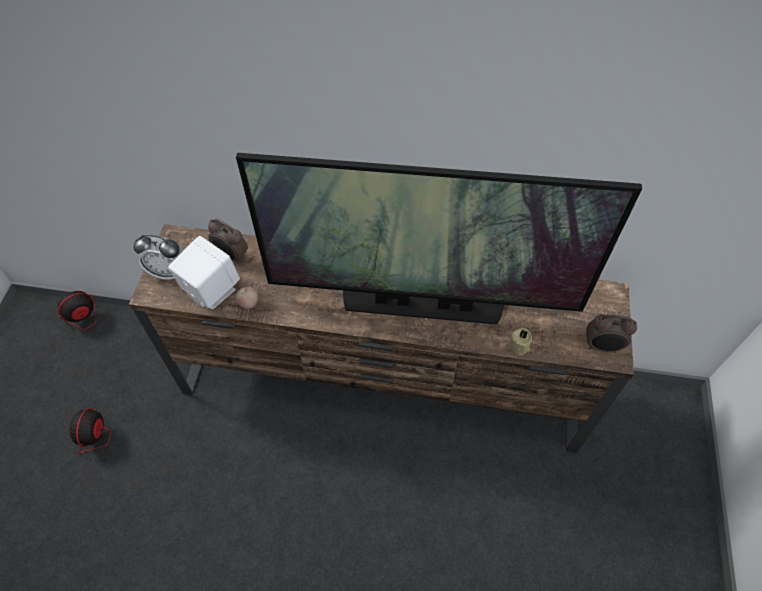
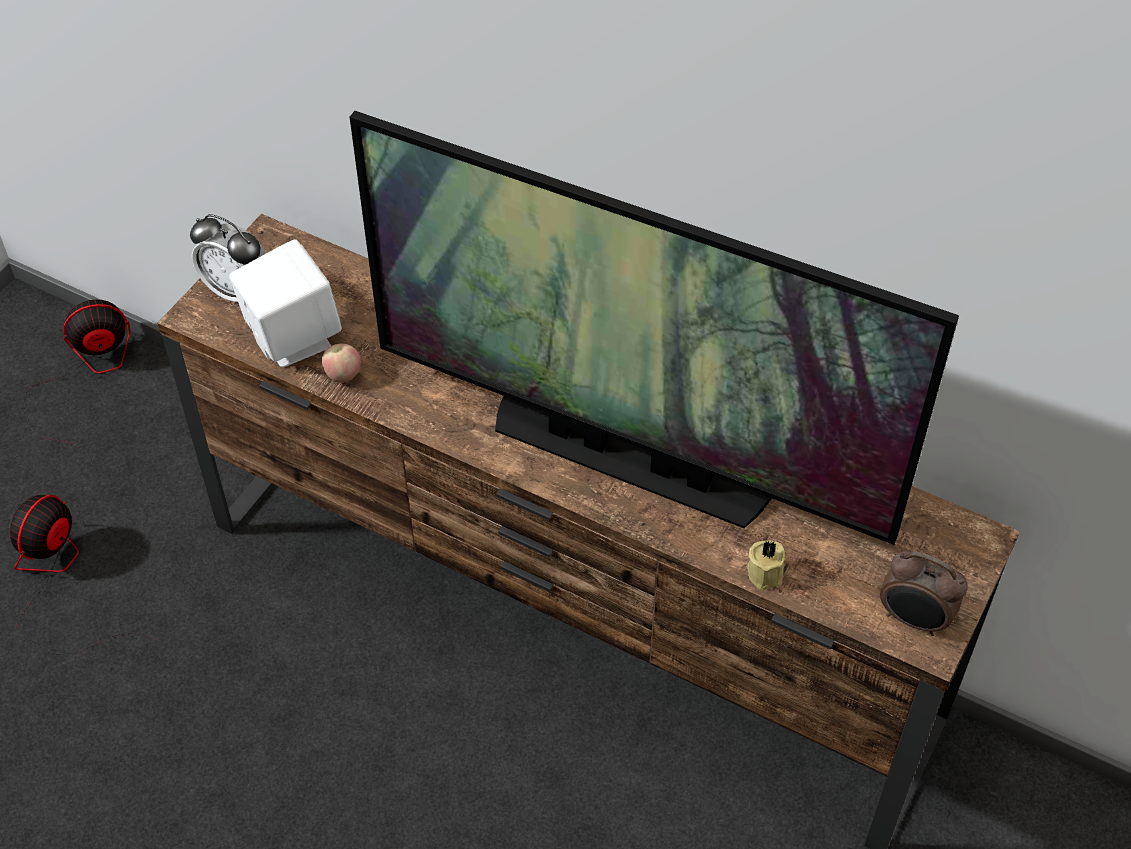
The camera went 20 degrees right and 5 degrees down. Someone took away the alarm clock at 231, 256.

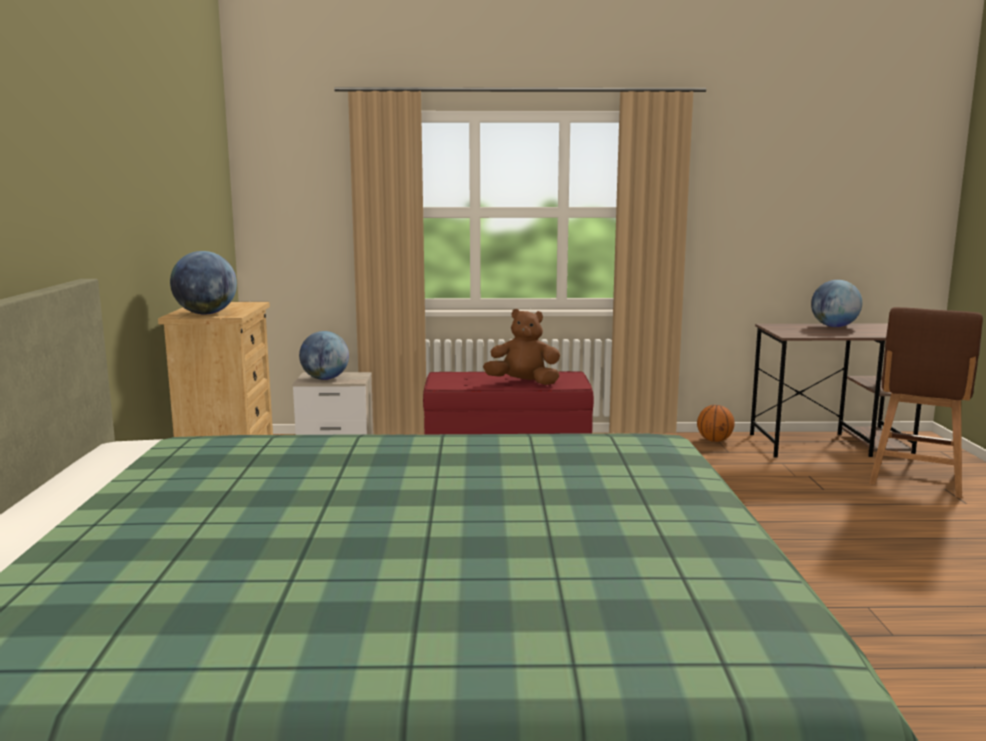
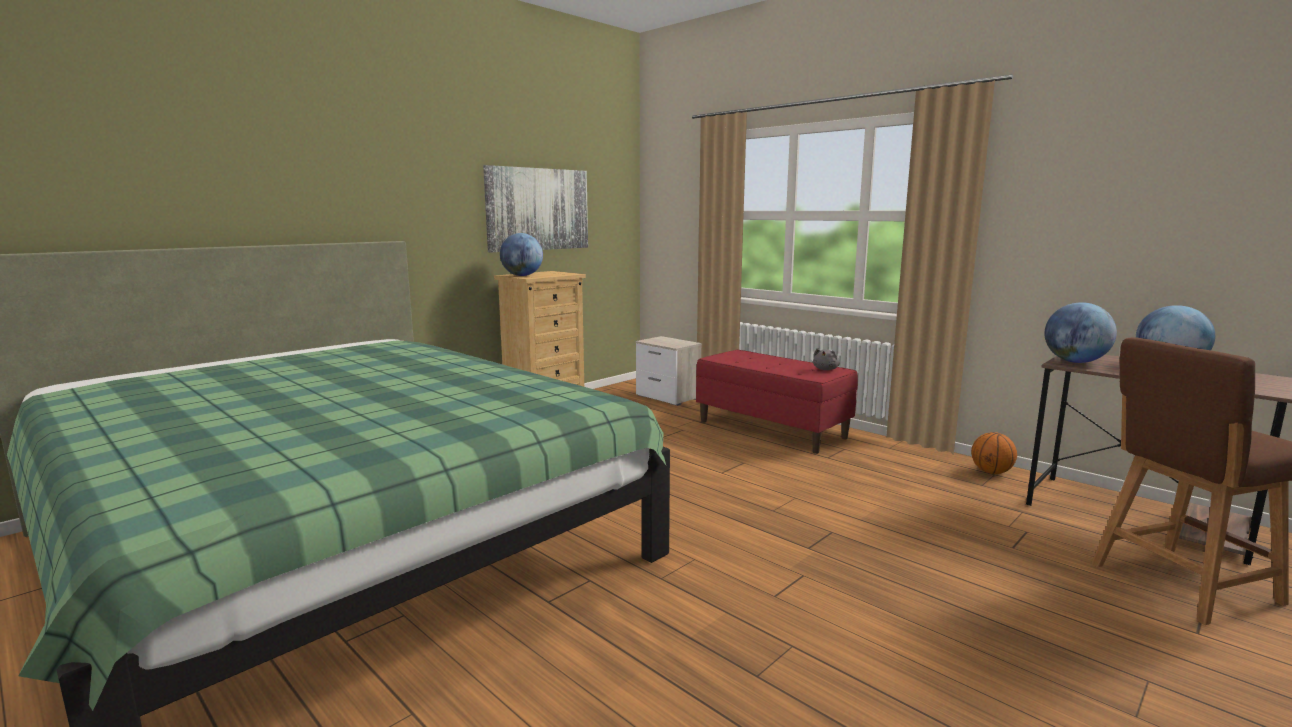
The camera went 45 degrees right and 0 degrees up. Someone took away the plush toy in brown at 523, 383. Someone put up the picture at 538, 209. Someone put down the plush toy in grey at 826, 369. Someone carried the globe from 325, 379 to 1075, 362.

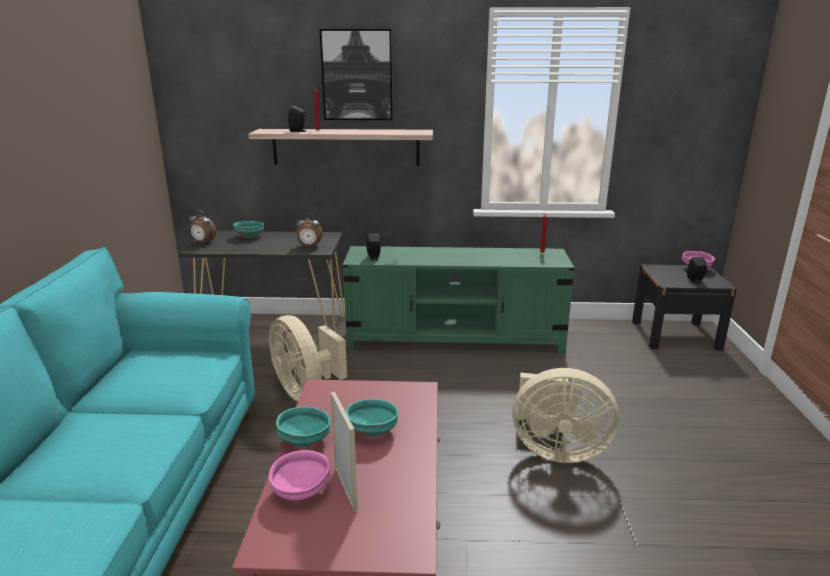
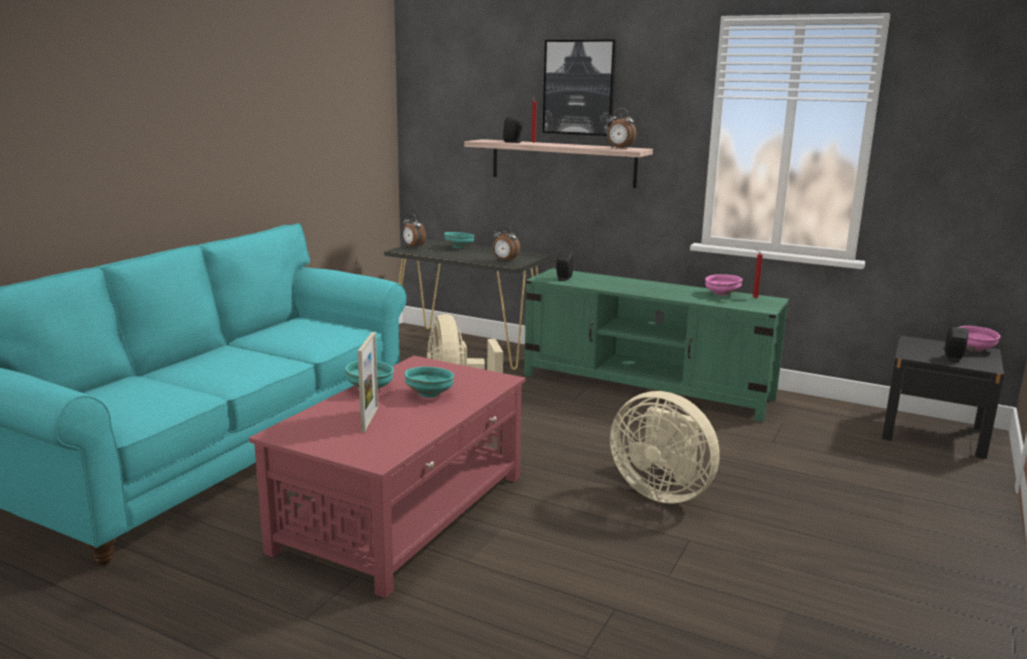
The camera went 25 degrees right and 5 degrees down. Someone put down the alarm clock at 619, 148. Someone carried the bowl in pink from 300, 491 to 721, 294.

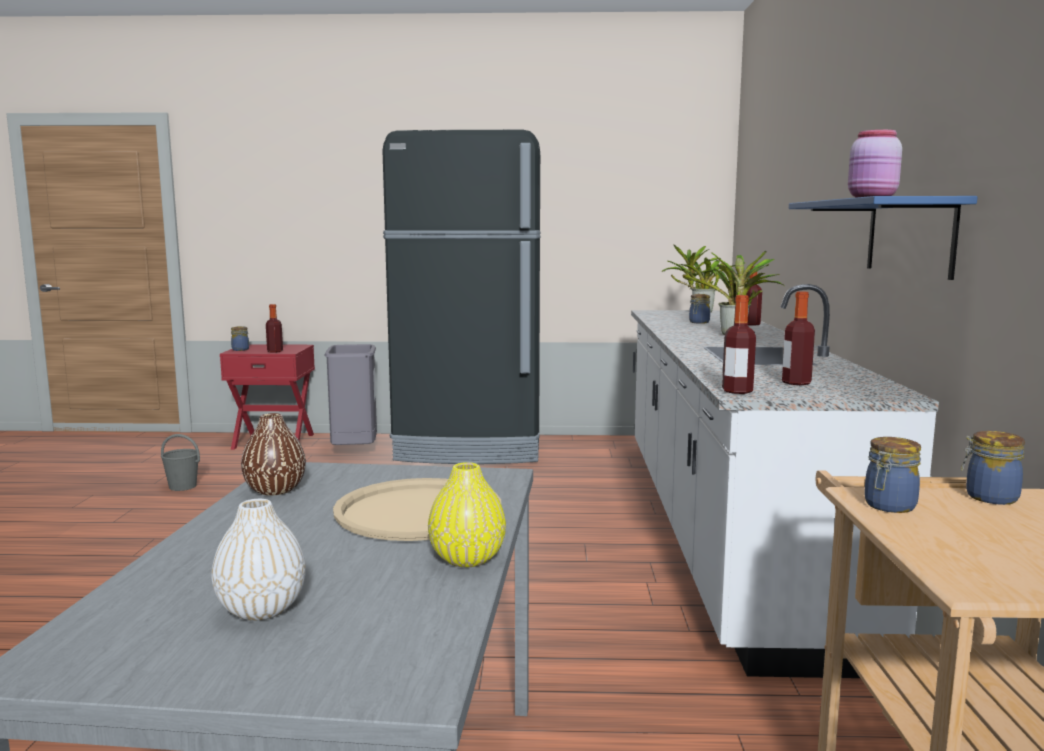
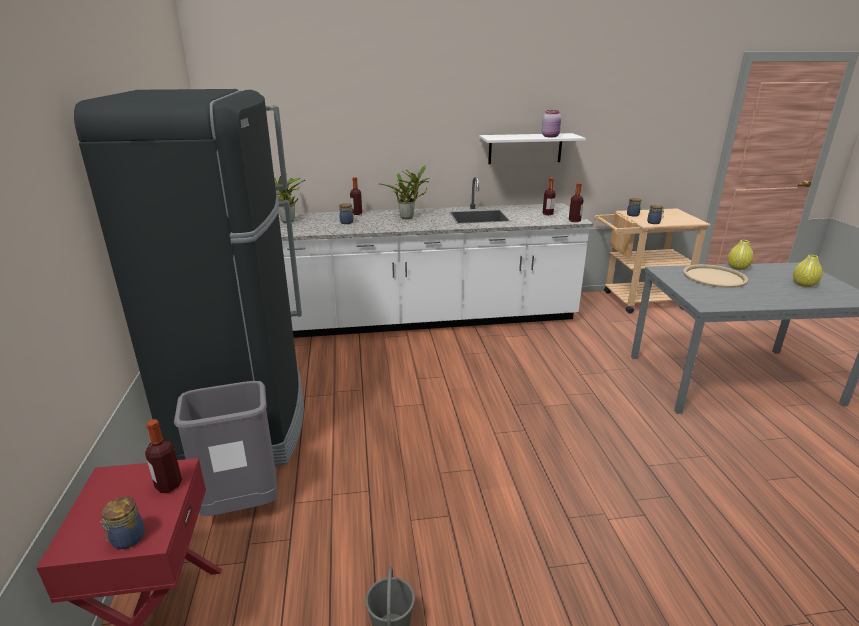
The camera went 100 degrees left and 15 degrees up. Someone took away the vase in brown at 275, 490. Someone repainted the vase in white at 261, 609, which became the vase in yellow at 804, 284. Someone repainted the shelf in blue at 909, 237, which became the shelf in white at 525, 148.

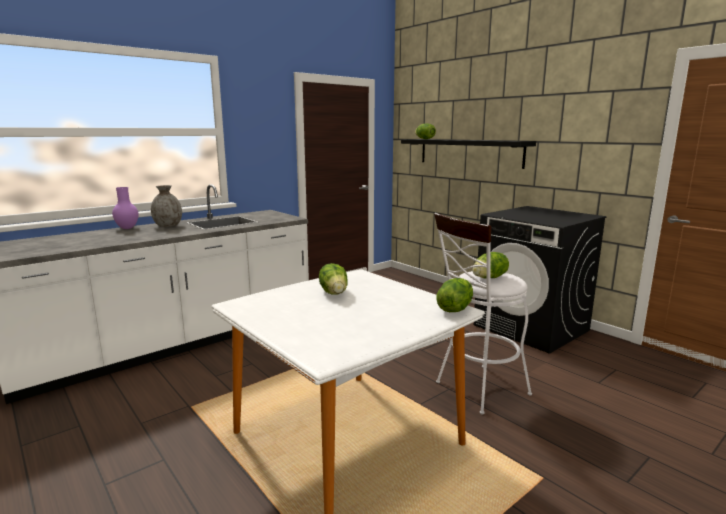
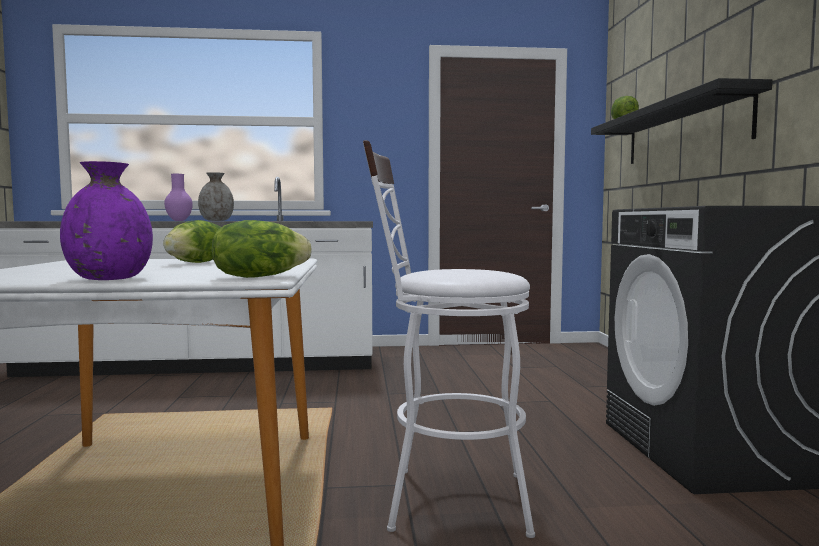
The camera went 35 degrees right and 10 degrees down. Someone took away the lettuce at 490, 278. Someone put down the vase in purple at 108, 279.

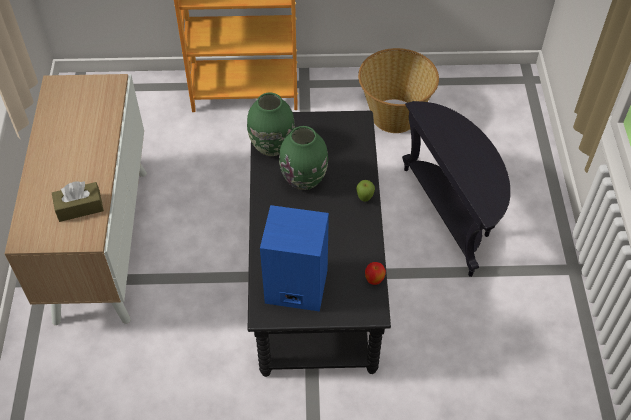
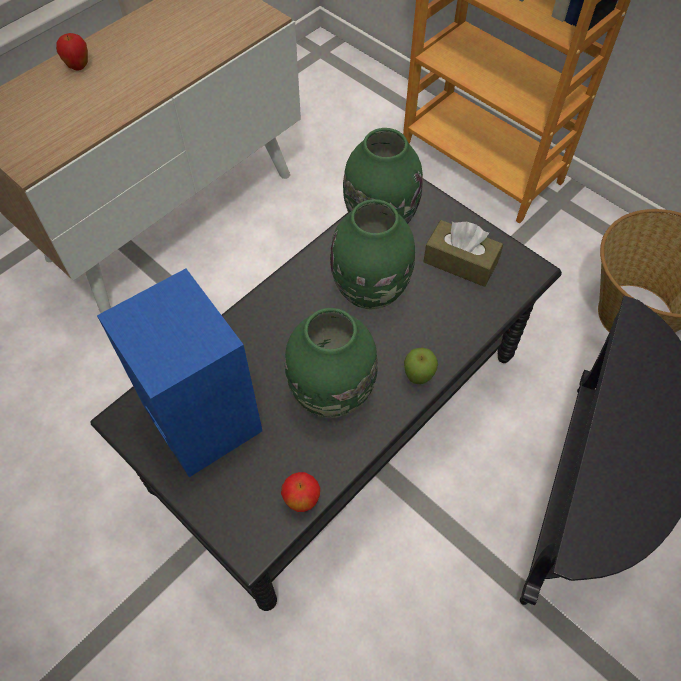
The camera went 45 degrees right and 5 degrees up. Someone put down the apple at 78, 67. Someone put down the vase in green at 331, 395. Someone carried the tissue box in brown from 79, 207 to 460, 262.

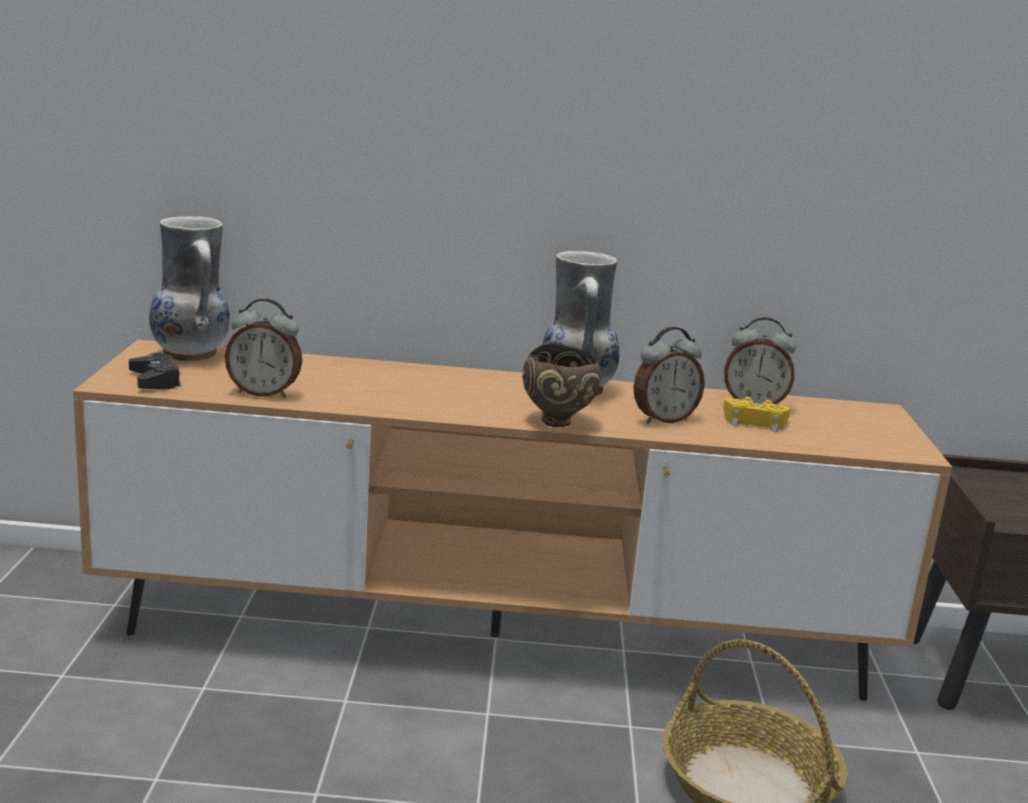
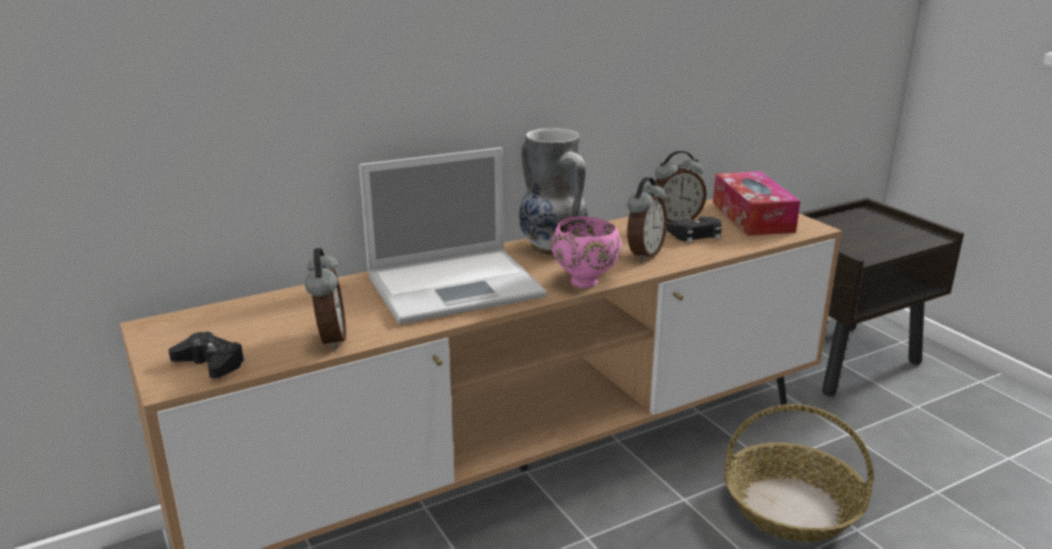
The camera went 30 degrees left and 5 degrees up. Someone took away the vase at 192, 355. Someone put down the laptop at 457, 285. Someone put down the tissue box at 752, 217. Someone repainted the bowl in brown at 558, 422, which became the bowl in pink at 586, 283. Someone repainted the game controller in yellow at 754, 421, which became the game controller in black at 696, 235. Someone rotated the alarm clock at 264, 393 by 75 degrees counterclockwise.

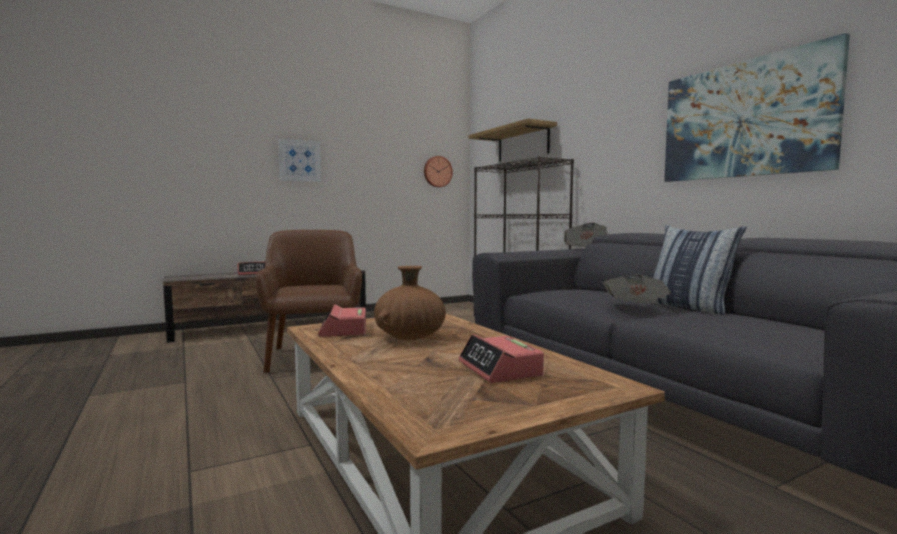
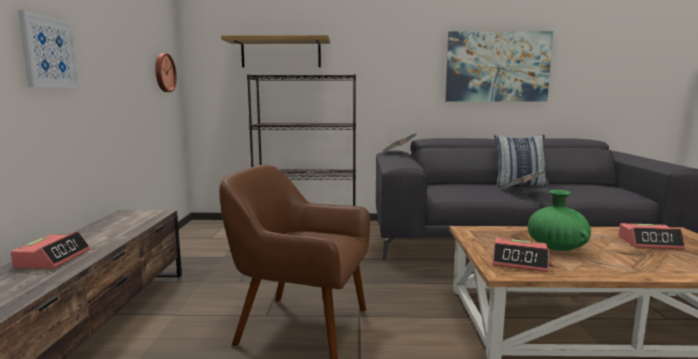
The camera went 60 degrees left and 5 degrees up. Someone repainted the vase in brown at 409, 337, which became the vase in green at 556, 248.

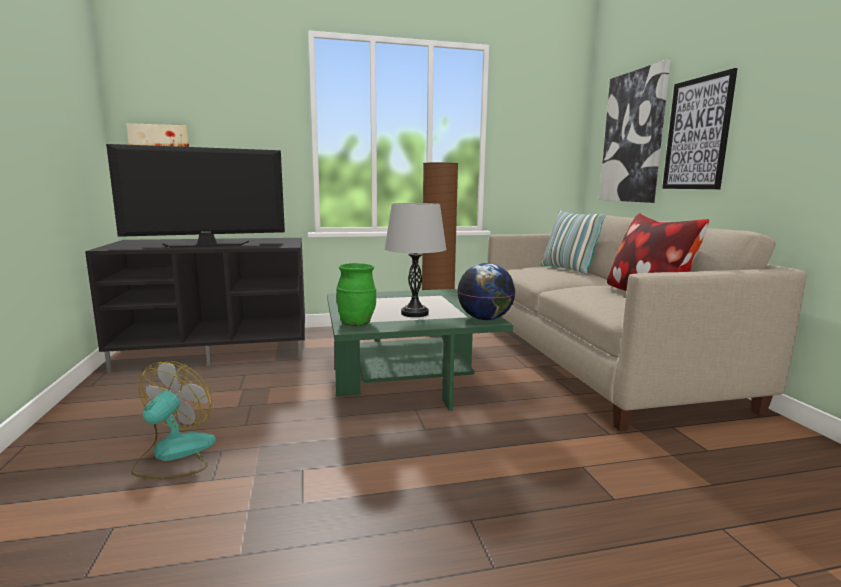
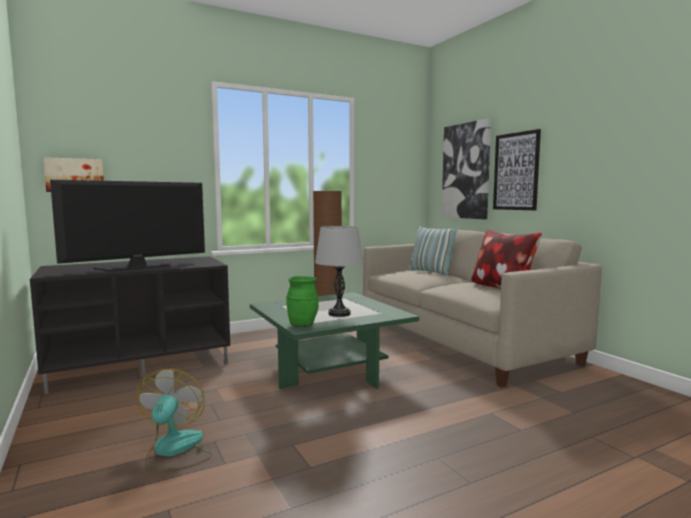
The camera went 15 degrees left and 5 degrees down. Someone took away the globe at 485, 319.

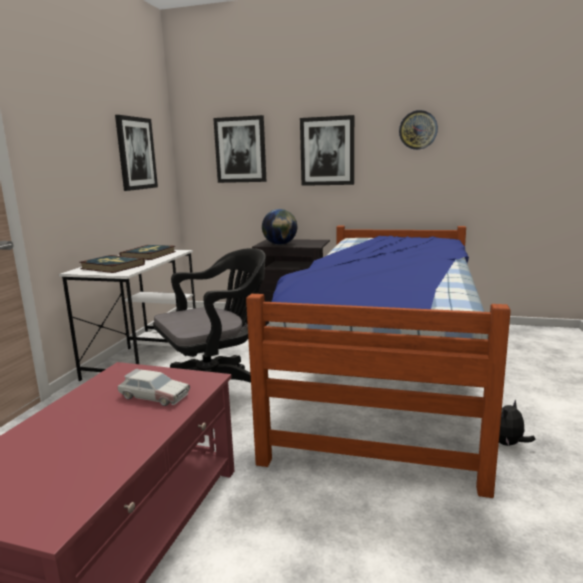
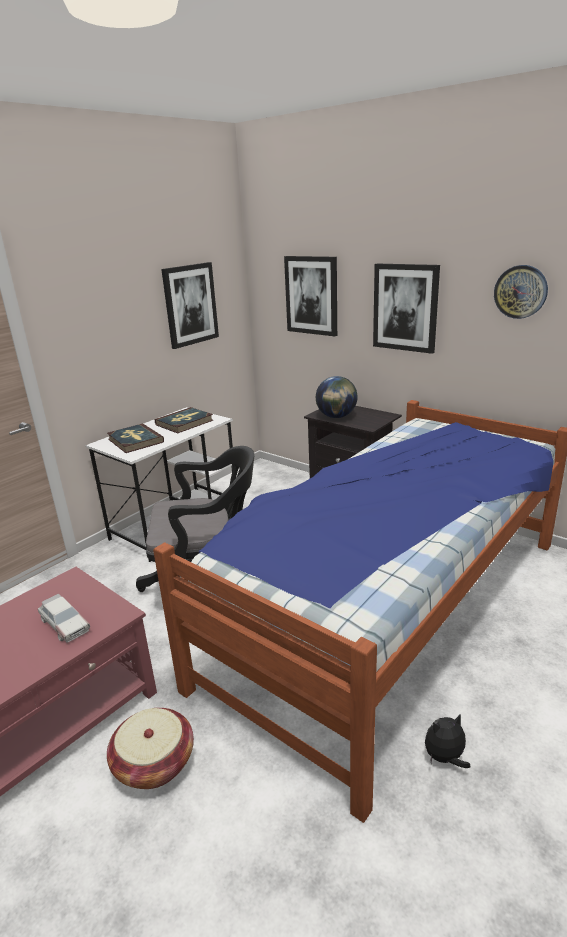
The camera went 25 degrees right and 10 degrees up. Someone put down the basket at 154, 763.

